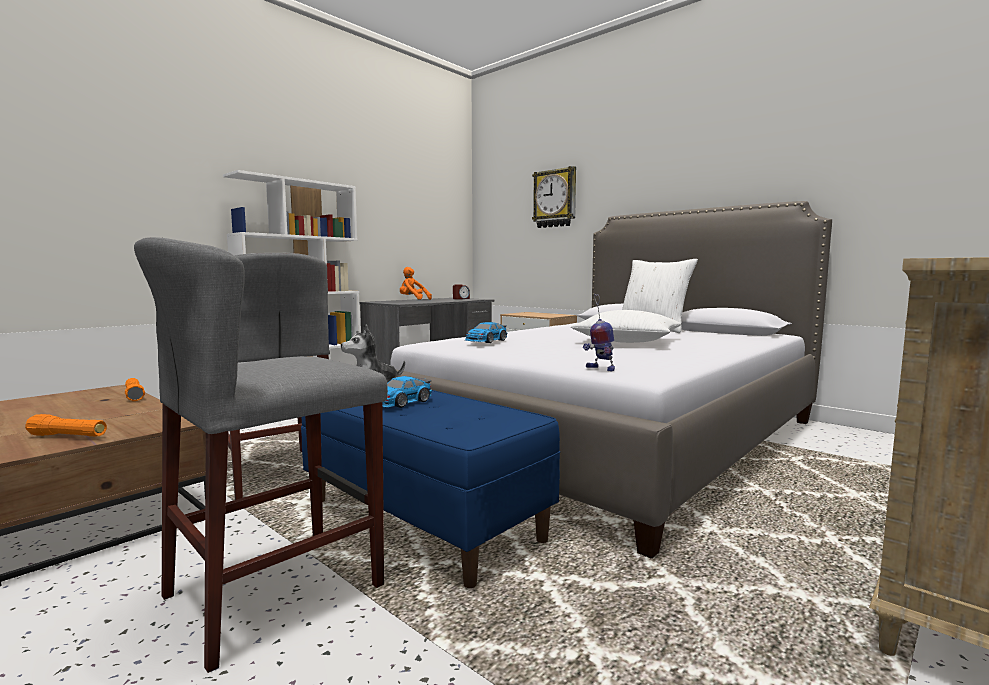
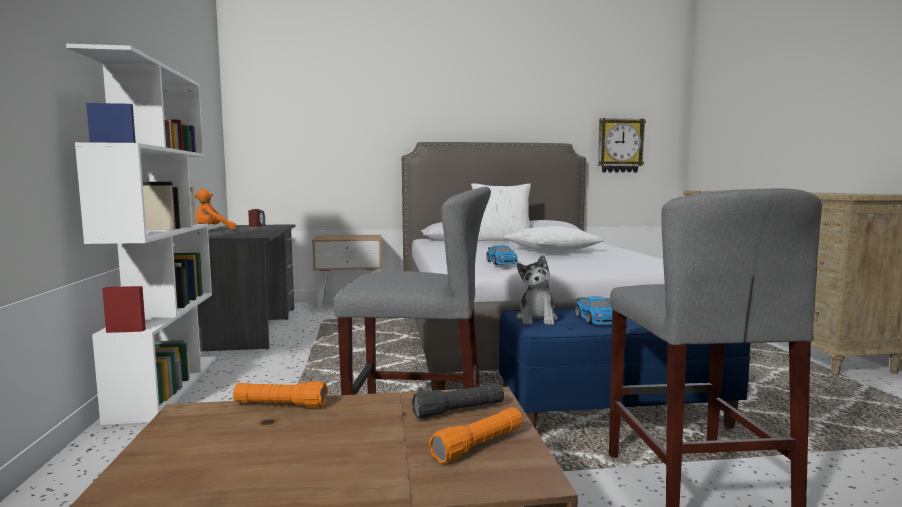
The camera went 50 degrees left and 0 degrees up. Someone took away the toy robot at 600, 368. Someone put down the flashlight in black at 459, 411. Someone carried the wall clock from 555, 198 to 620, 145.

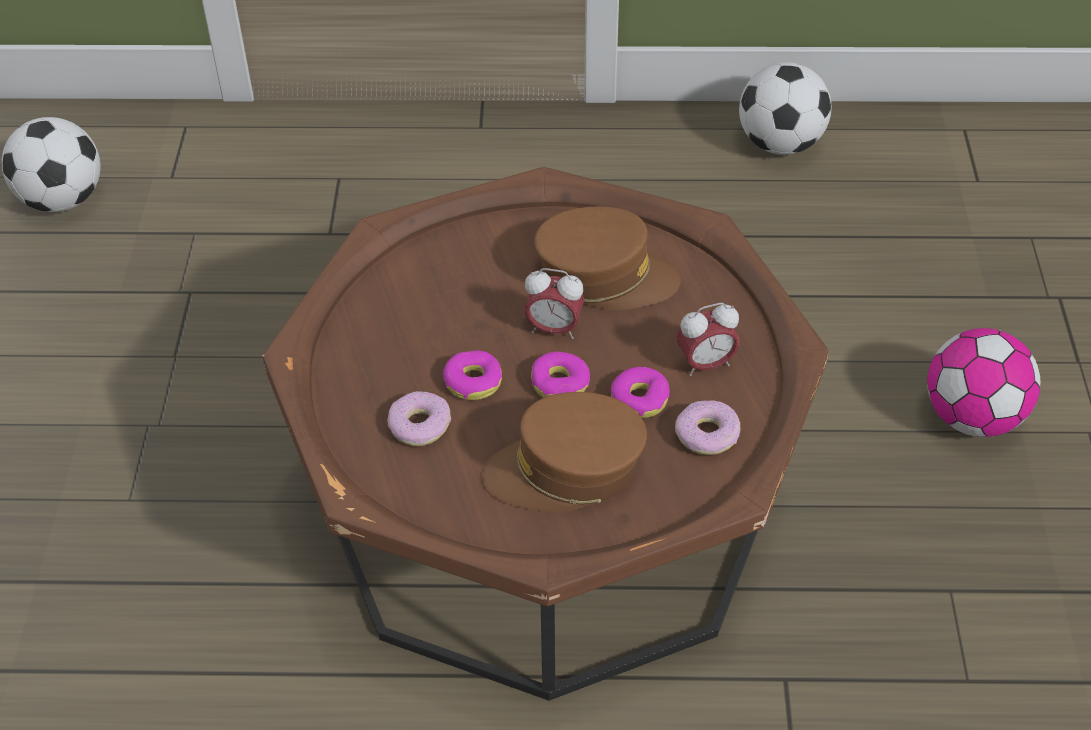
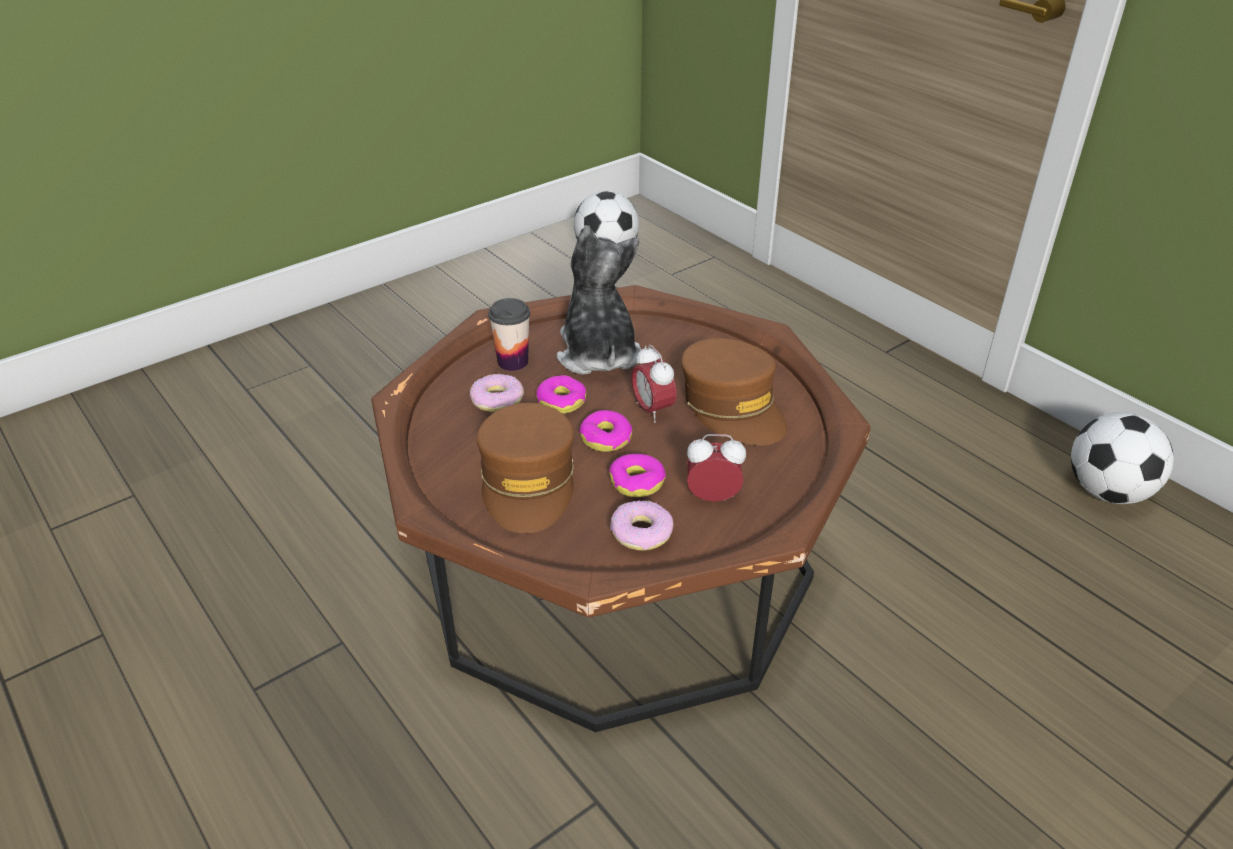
The camera went 50 degrees right and 10 degrees down. Someone took away the football at 972, 417. Someone put down the cup at 513, 362. Someone put down the plush toy at 598, 354. Someone rotated the cap in brown at 566, 470 by 135 degrees counterclockwise. Someone rotated the alarm clock at 705, 364 by 150 degrees clockwise.

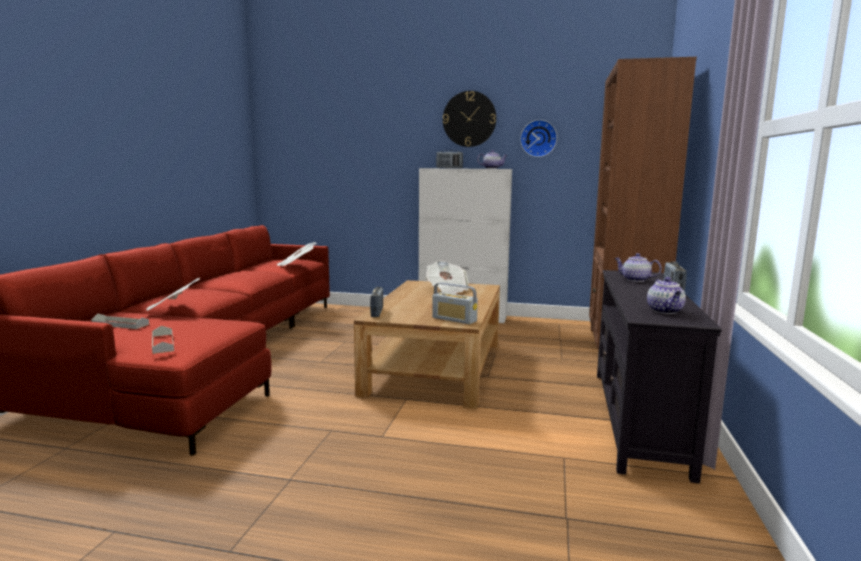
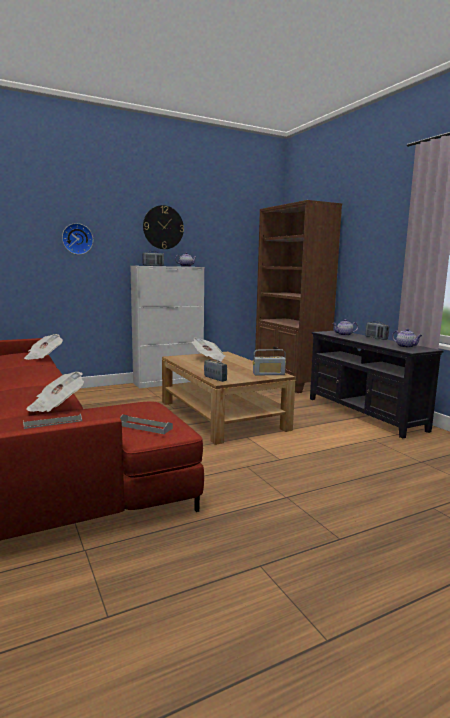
The camera went 40 degrees left and 0 degrees up. Someone carried the wall clock from 538, 138 to 77, 239.

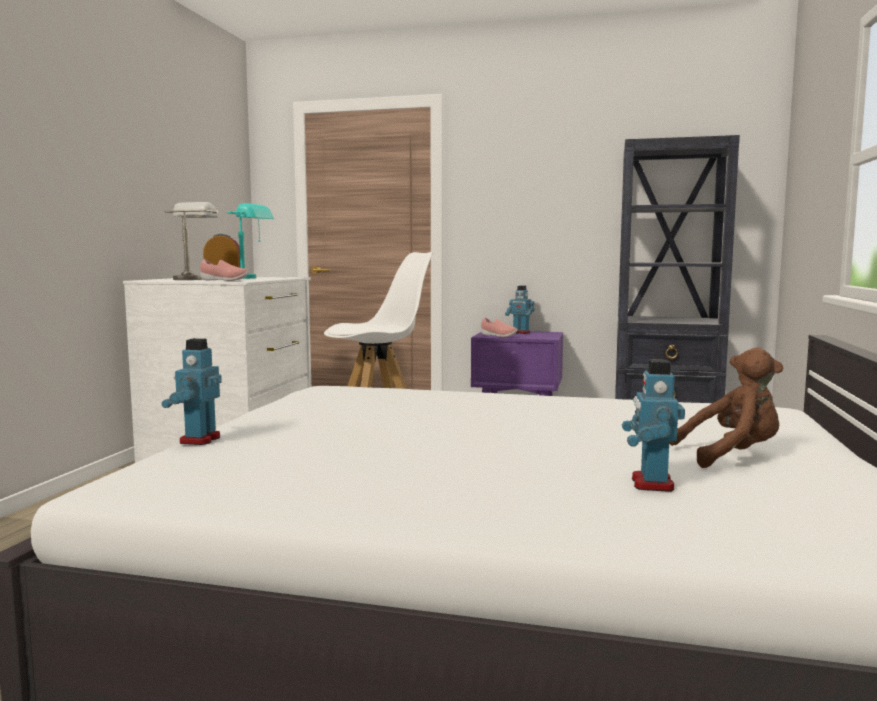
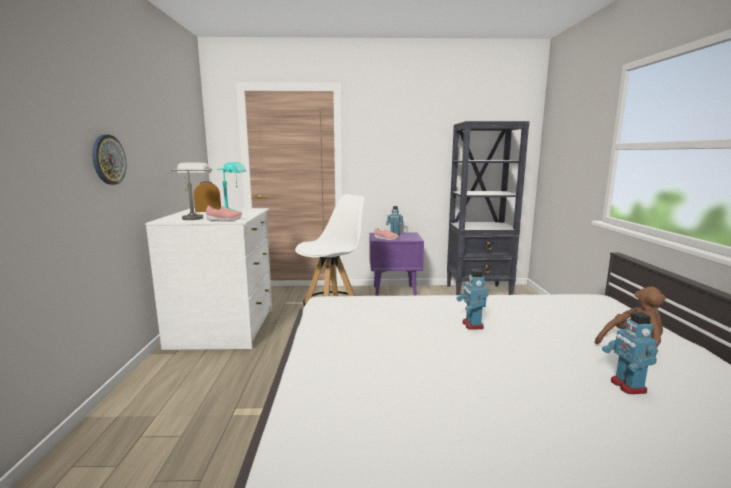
The camera went 15 degrees left and 5 degrees up. Someone put up the wall clock at 108, 159. Someone carried the toy robot from 199, 440 to 472, 325.

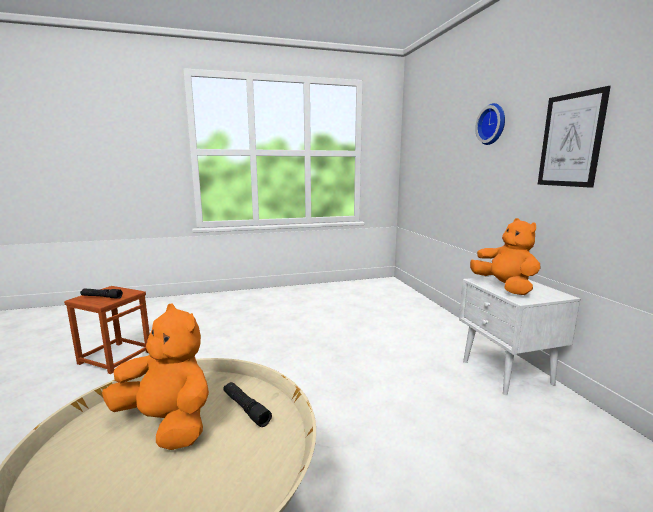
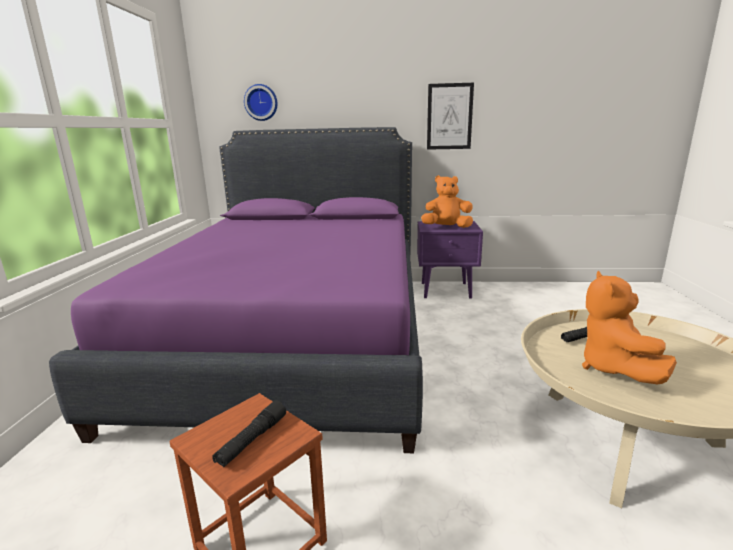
The camera went 70 degrees left and 5 degrees up. Someone put down the bed in purple at 297, 337. Someone carried the wall clock from 493, 124 to 261, 102. Someone repainted the nightstand in white at 507, 373, which became the nightstand in purple at 446, 290. Someone rotated the plush toy in orange at 168, 423 by 45 degrees counterclockwise.

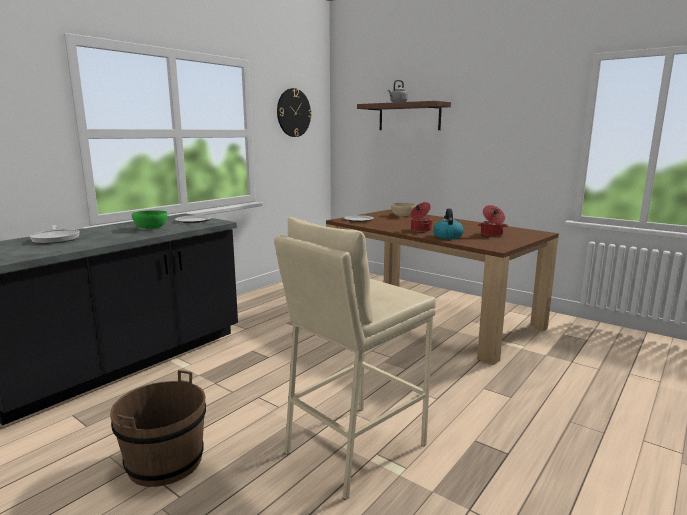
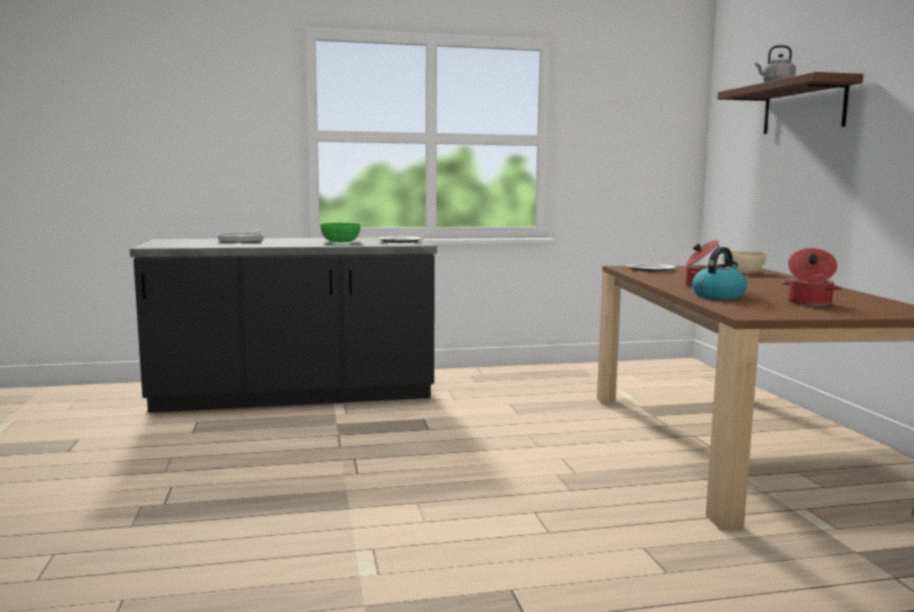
The camera went 40 degrees right and 5 degrees down. Someone took away the bucket in brown at 165, 461. Someone took away the stool in beige at 354, 448. Someone took away the wall clock at 293, 113.

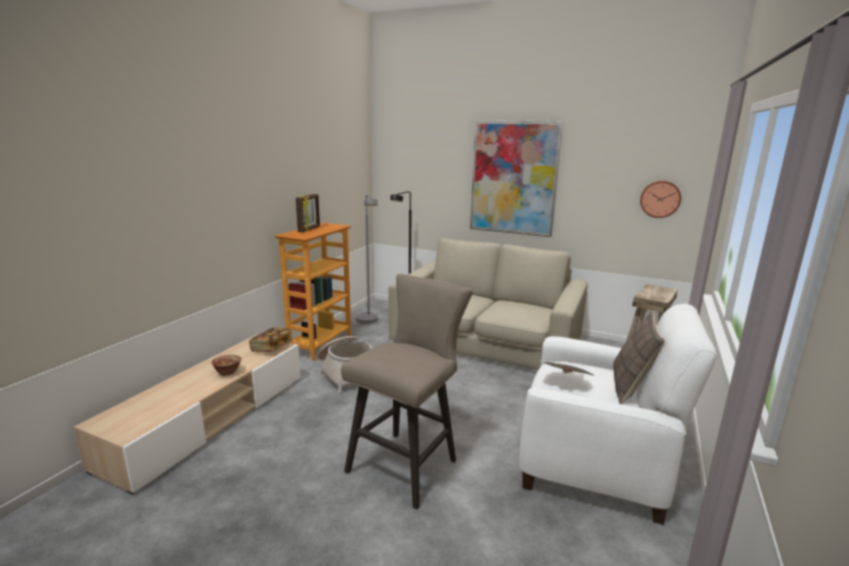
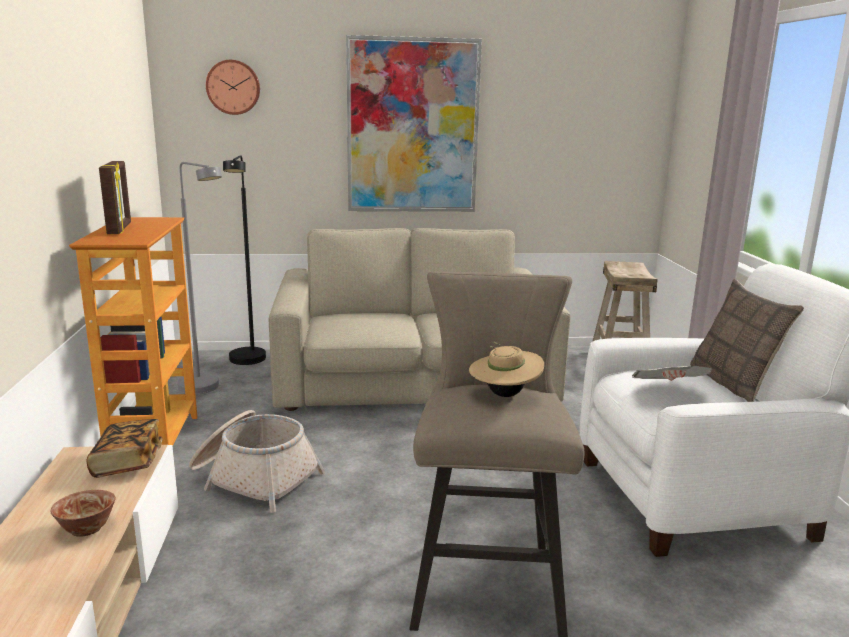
The camera went 30 degrees left and 0 degrees up. Someone put down the hat in beige at 504, 394. Someone carried the wall clock from 660, 199 to 233, 87.

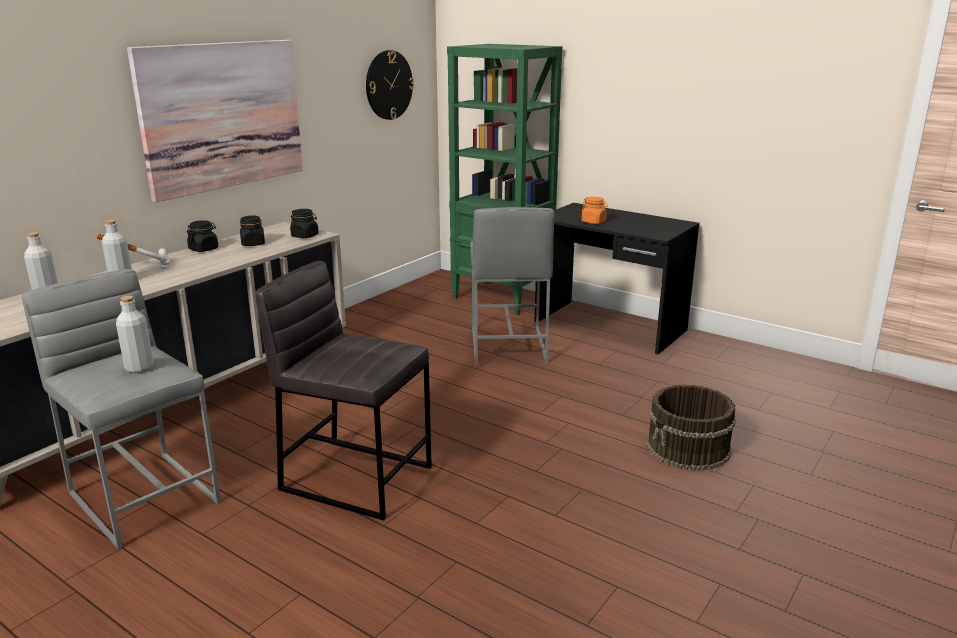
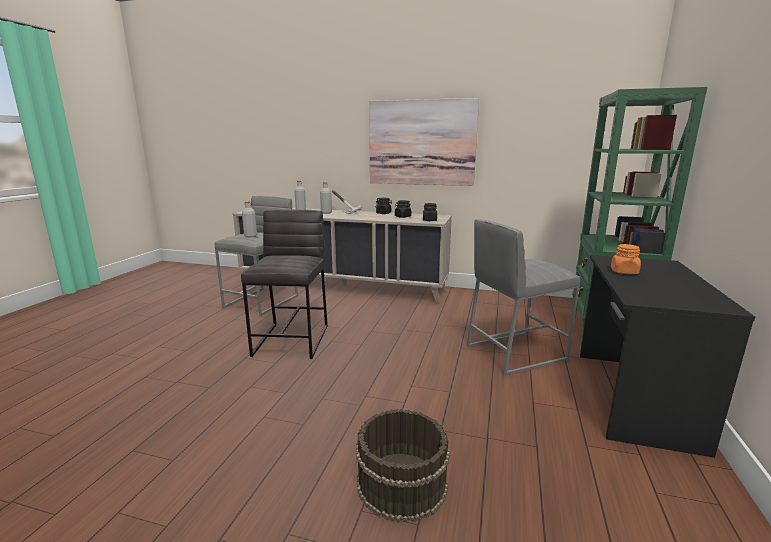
The camera went 70 degrees right and 5 degrees down. Someone took away the wall clock at 388, 85.

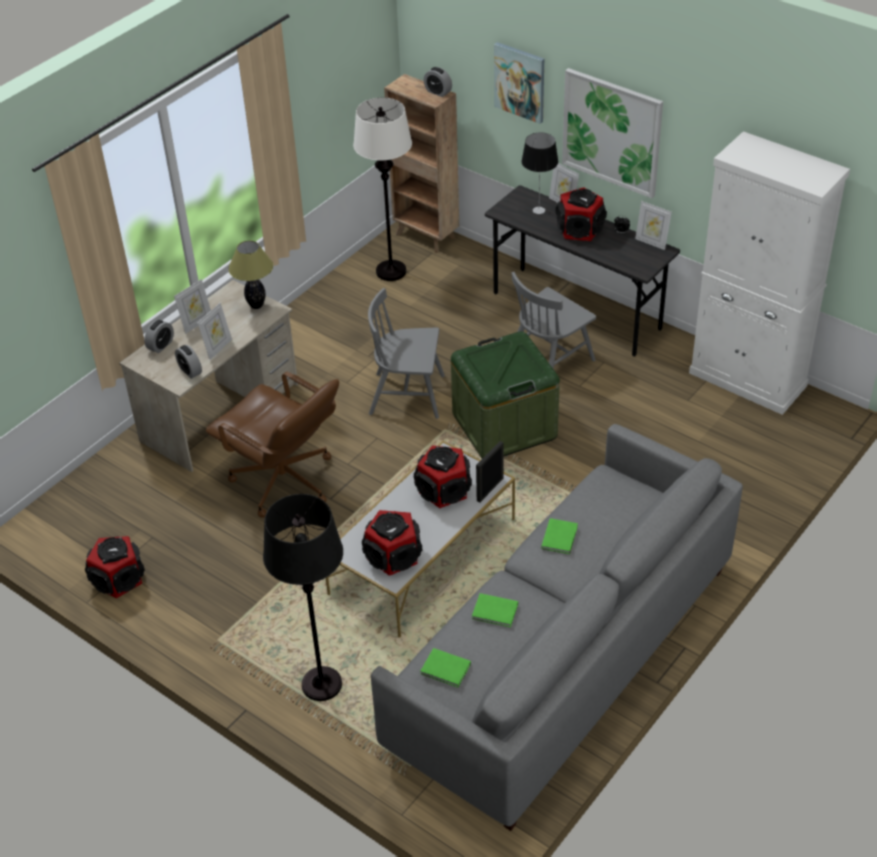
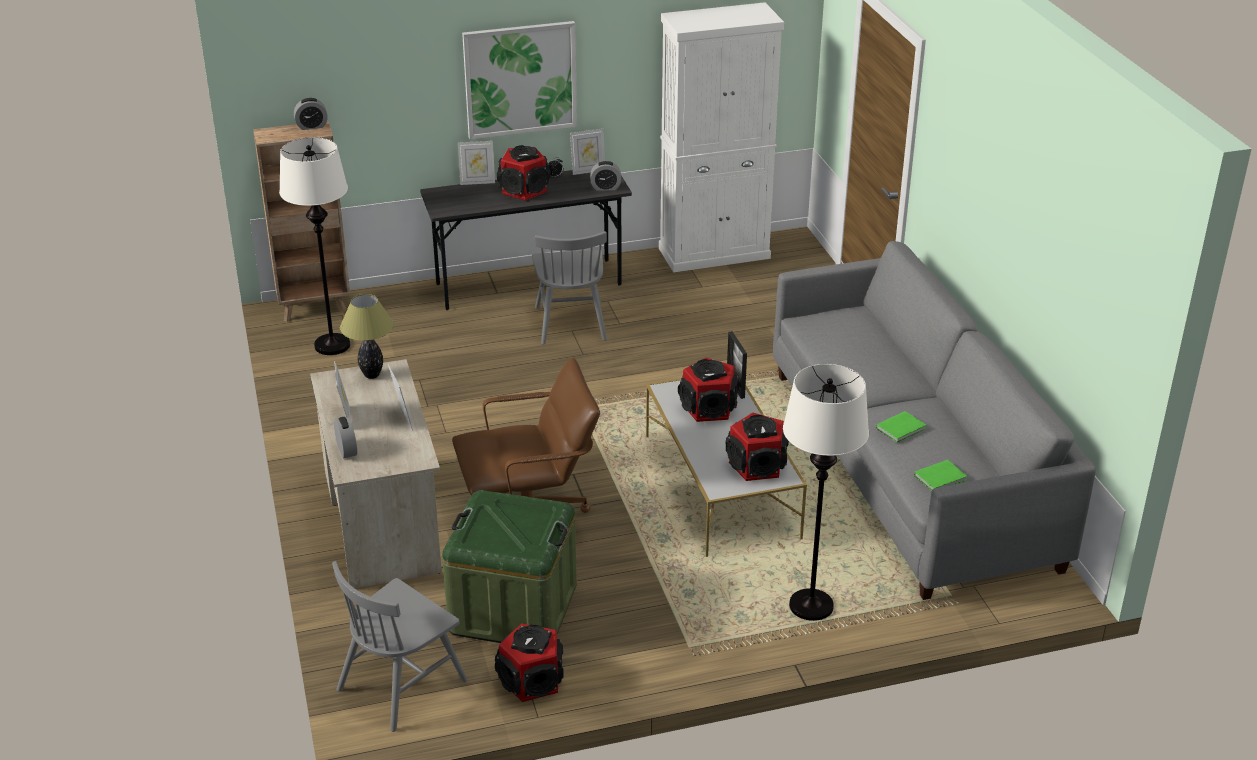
The camera went 55 degrees left and 10 degrees down. Someone took away the picture at 520, 82. Someone took away the table lamp at 539, 210. Someone took away the book in green at 560, 537. Someone carried the alarm clock from 190, 371 to 605, 187. Someone carried the chair in grey from 408, 395 to 402, 684. Someone carried the storage box in green from 504, 425 to 513, 608. Someone repainted the floor lamp in black at 321, 685, which became the floor lamp in white at 811, 607.

